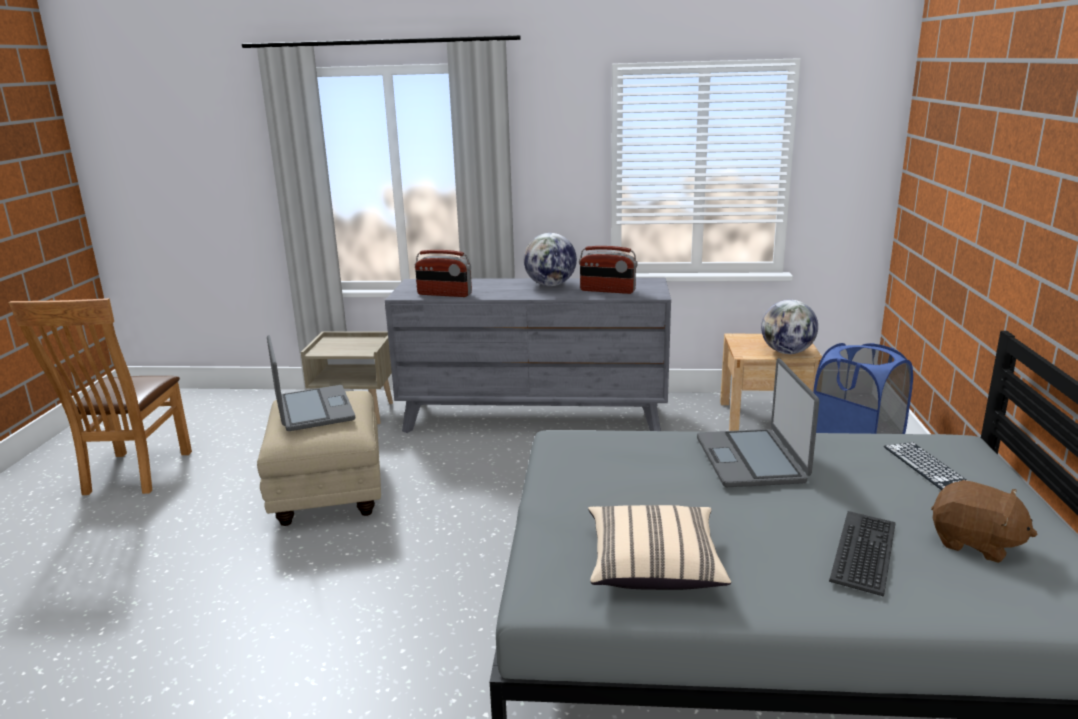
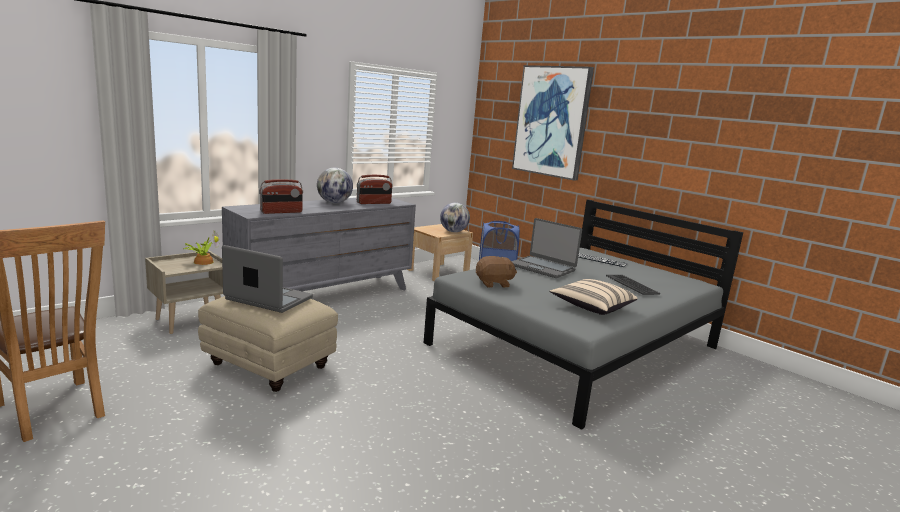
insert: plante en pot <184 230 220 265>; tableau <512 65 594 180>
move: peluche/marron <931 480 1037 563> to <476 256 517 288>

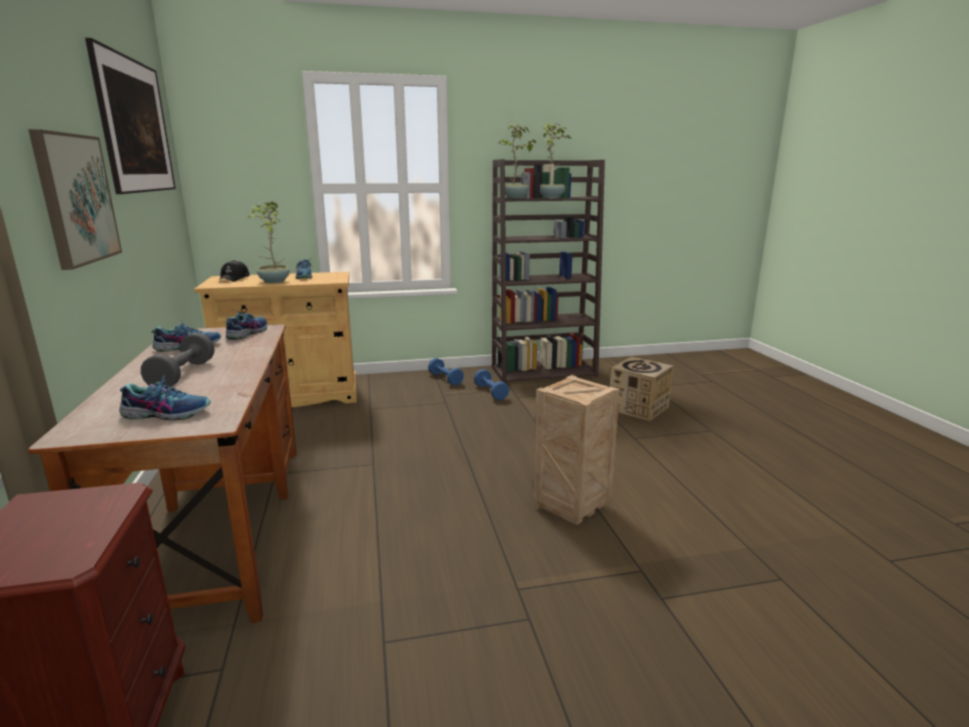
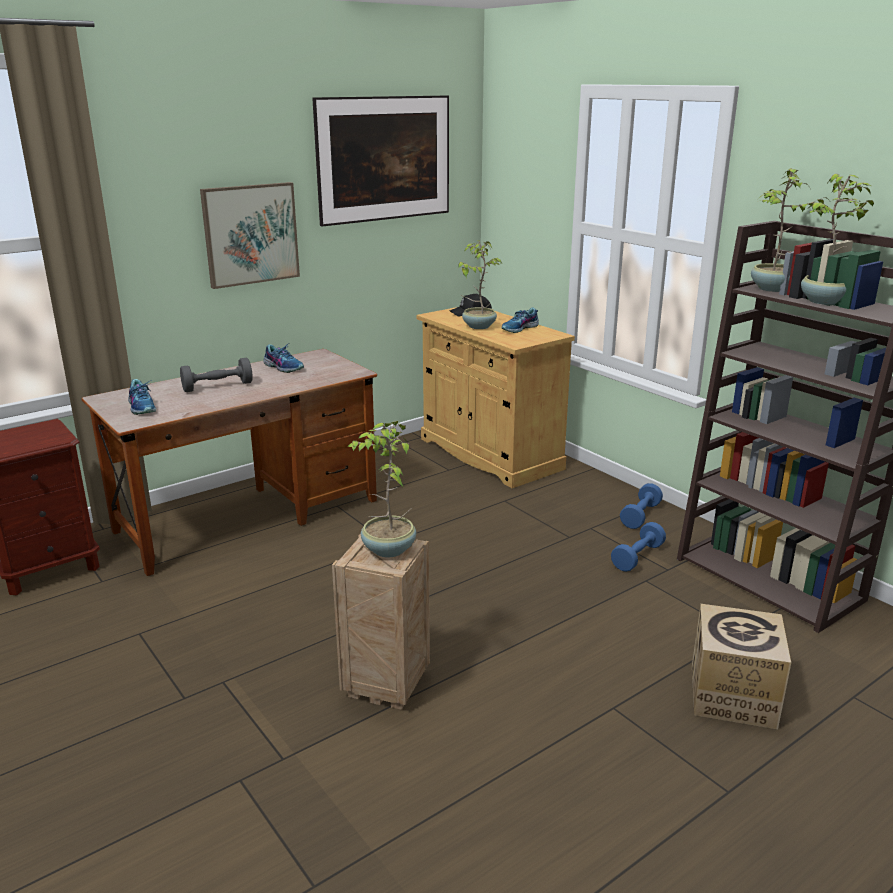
delete: chaussure <225 310 268 340>
insert: plante en pot <347 420 416 557>

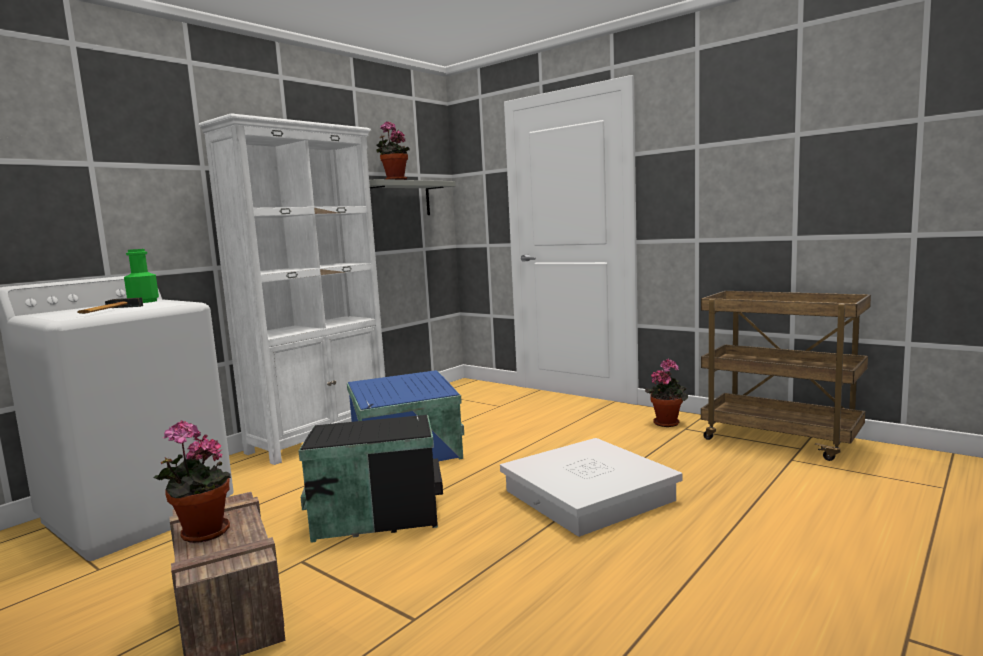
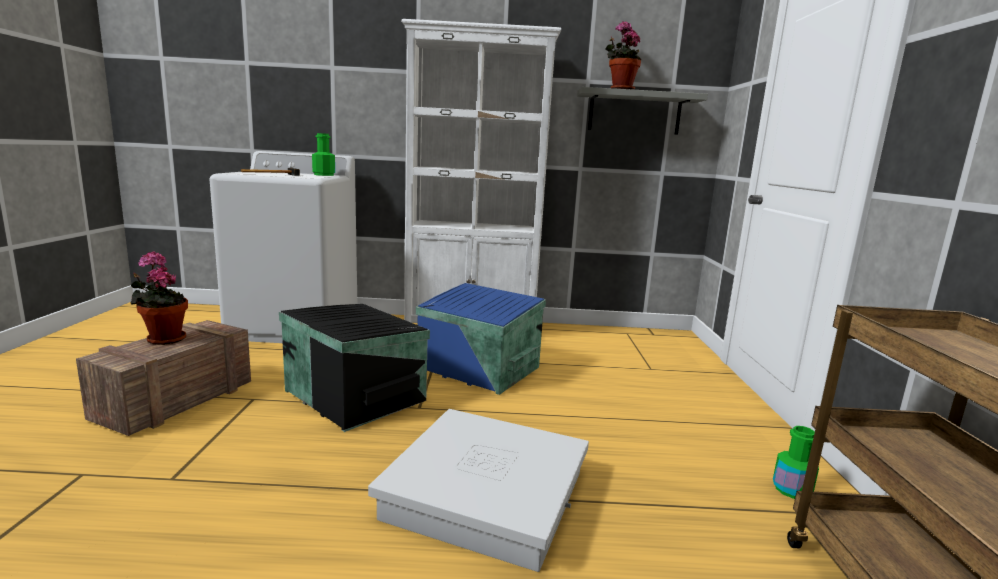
replace: plante en pot <645 359 688 427> to bouteille/vert <773 426 819 499>

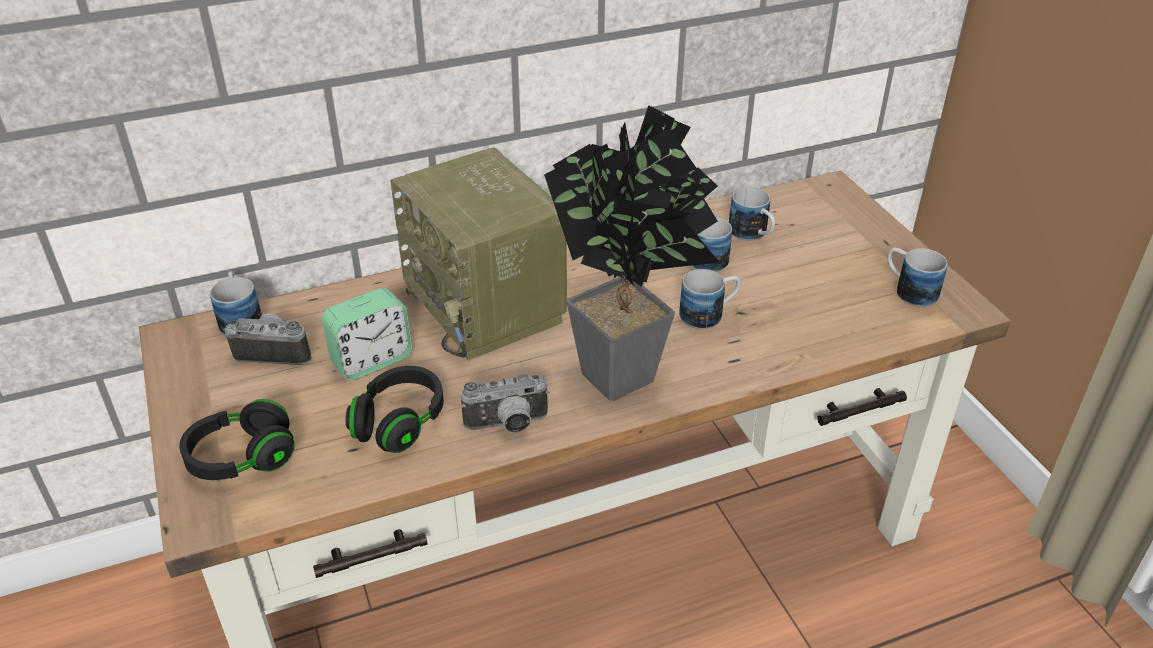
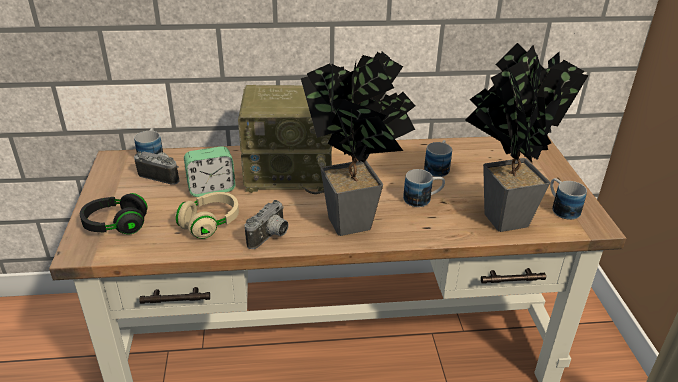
delete: mug <729 187 775 241>
insert: plante en pot <465 43 589 232>
recolor: casque audio/noir <346 366 444 453> to casque audio/beige <175 192 239 239>
rotate: radio <390 147 567 361> = <238 85 332 194> 75 degrees counterclockwise; appareil photo <461 374 549 433> = <245 200 288 249> 60 degrees counterclockwise

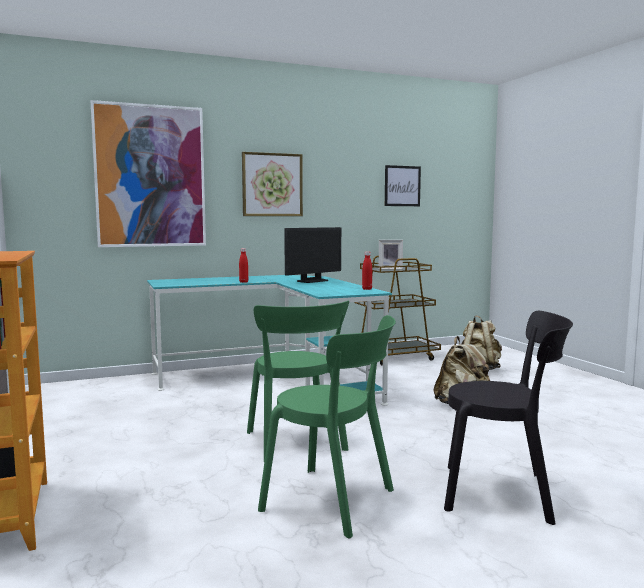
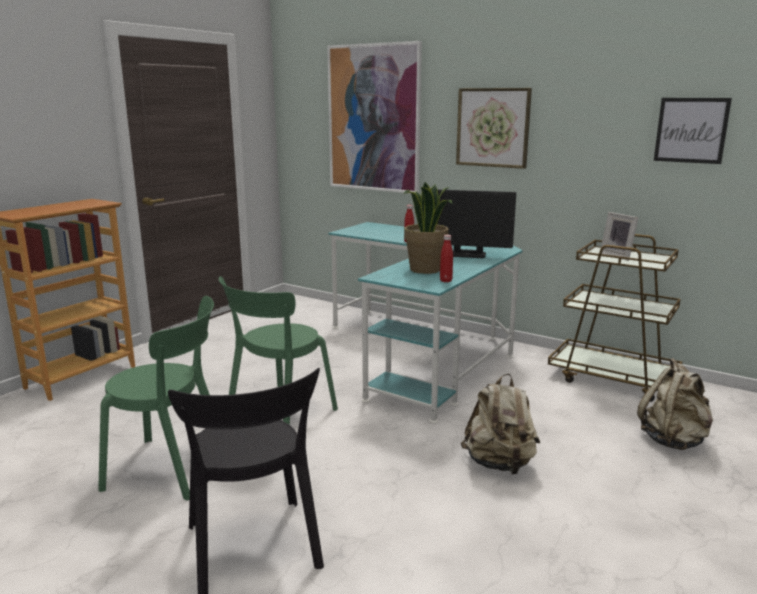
insert: plante en pot <404 182 452 274>
rotate: chaise/vert <258 315 396 538> = <98 296 214 501> 75 degrees counterclockwise

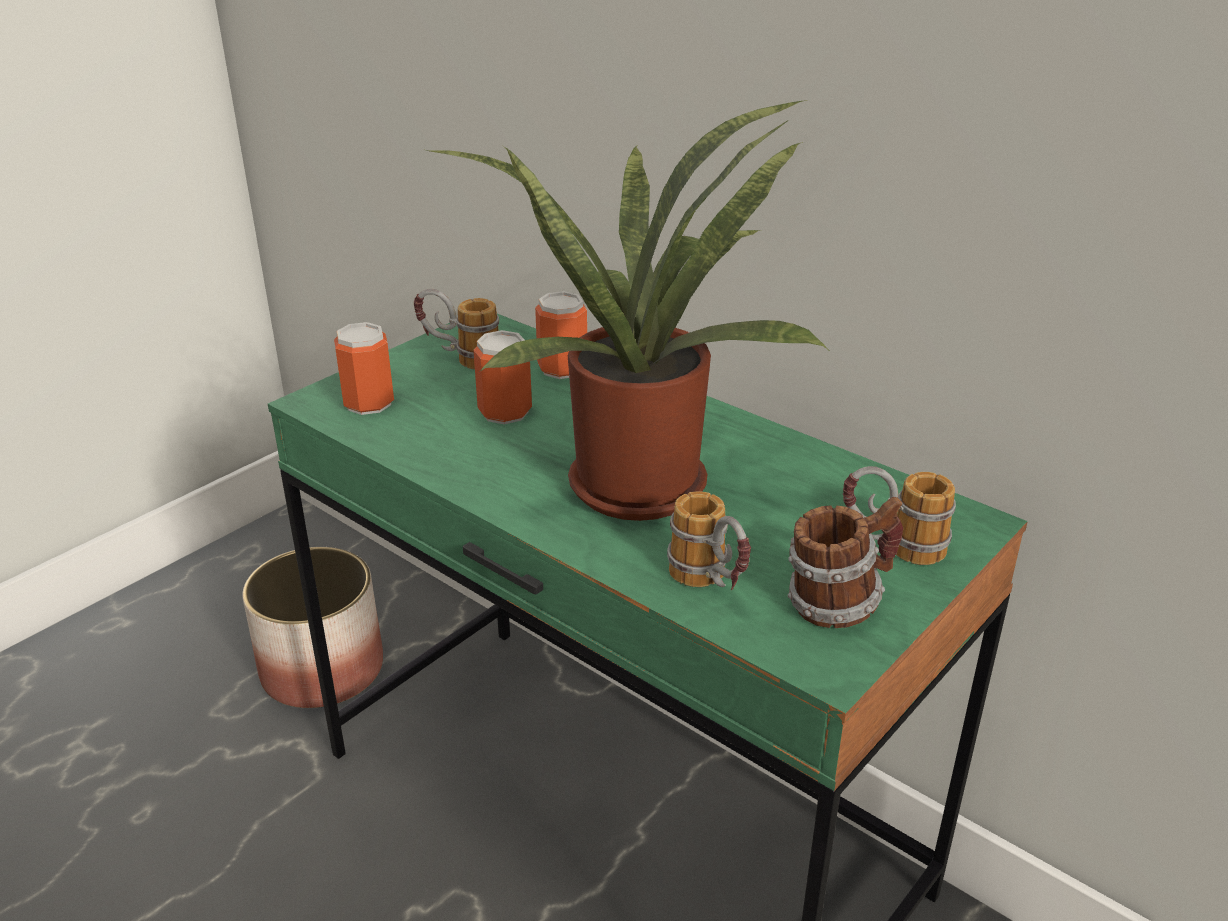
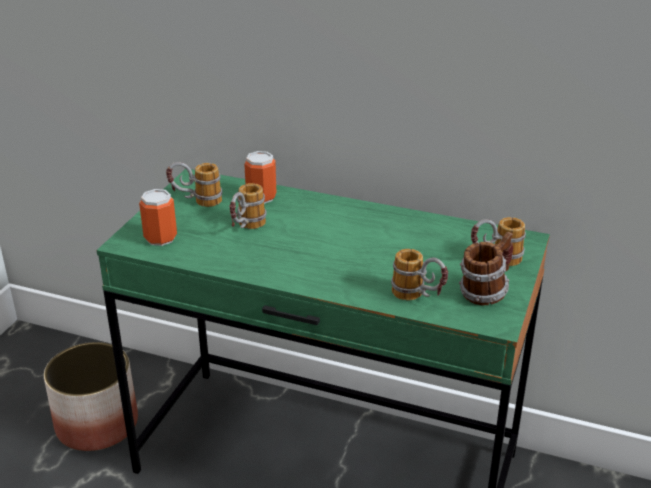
delete: plante en pot <423 100 828 521>
replace: boîte métallique <473 330 532 424> to mug <229 183 266 229>

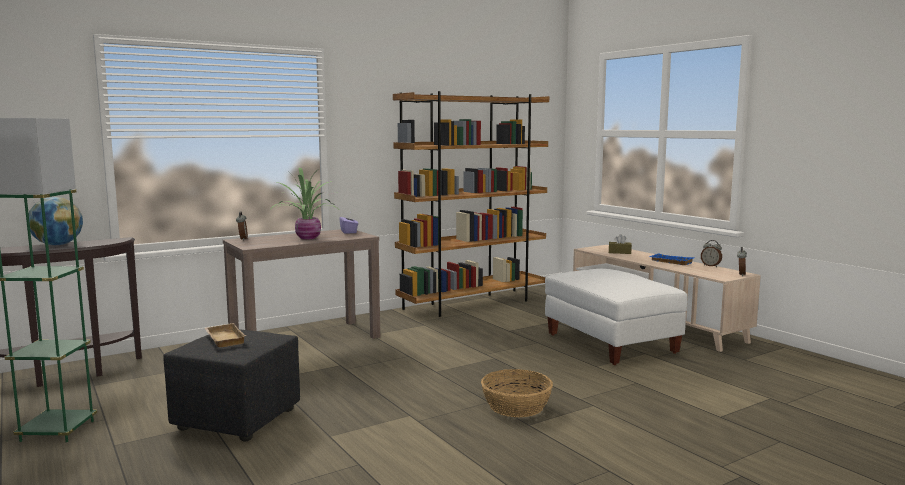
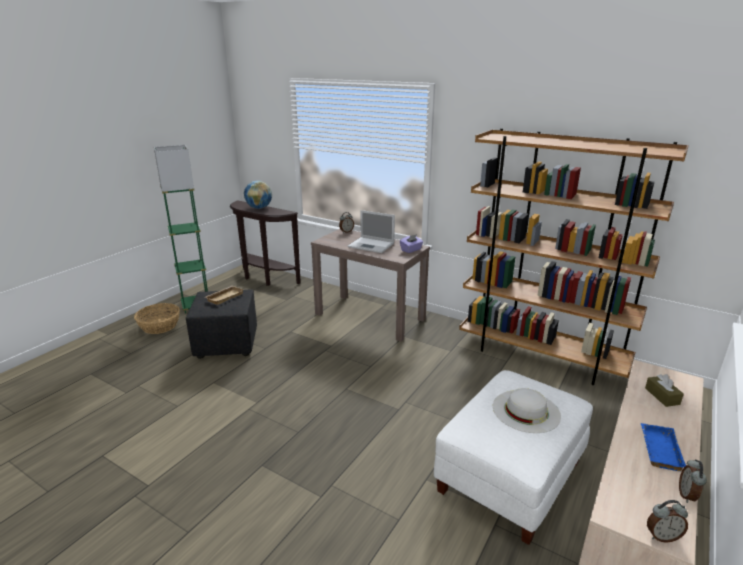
insert: chapeau/blanc <493 388 561 433>
move: panier <481 369 553 417> to <134 303 180 334>
replace: plante en pot <270 168 338 239> to ordinateur portable <348 210 395 253>

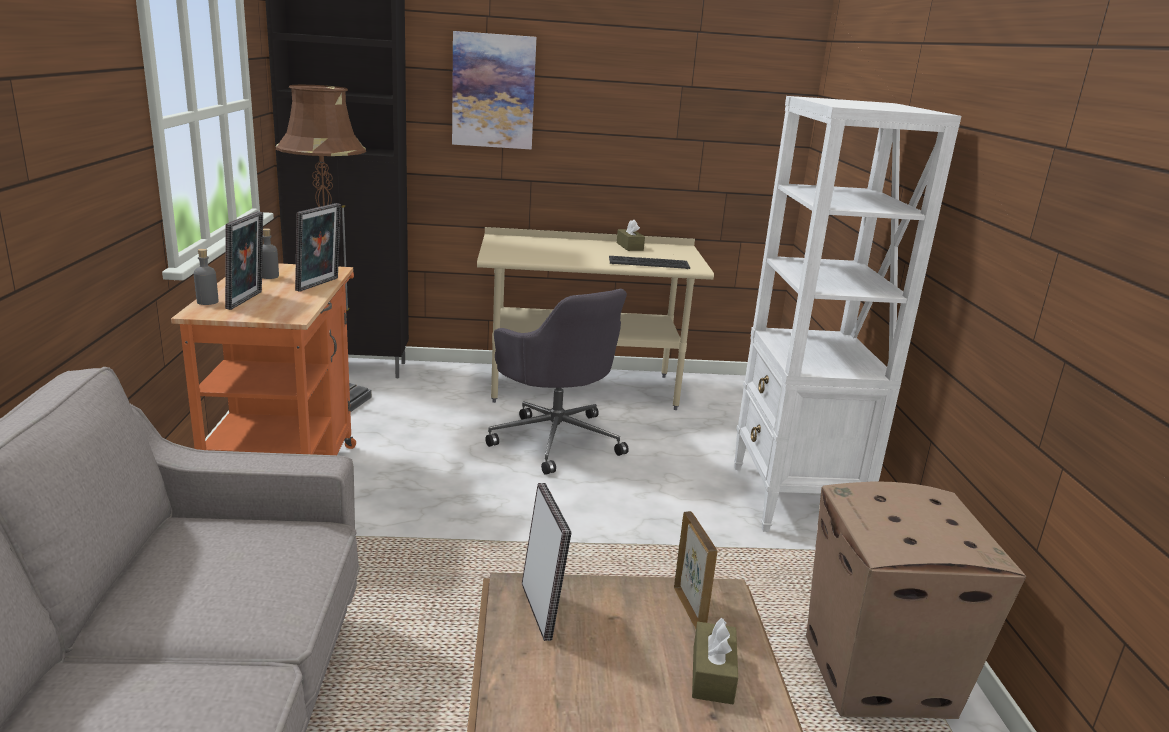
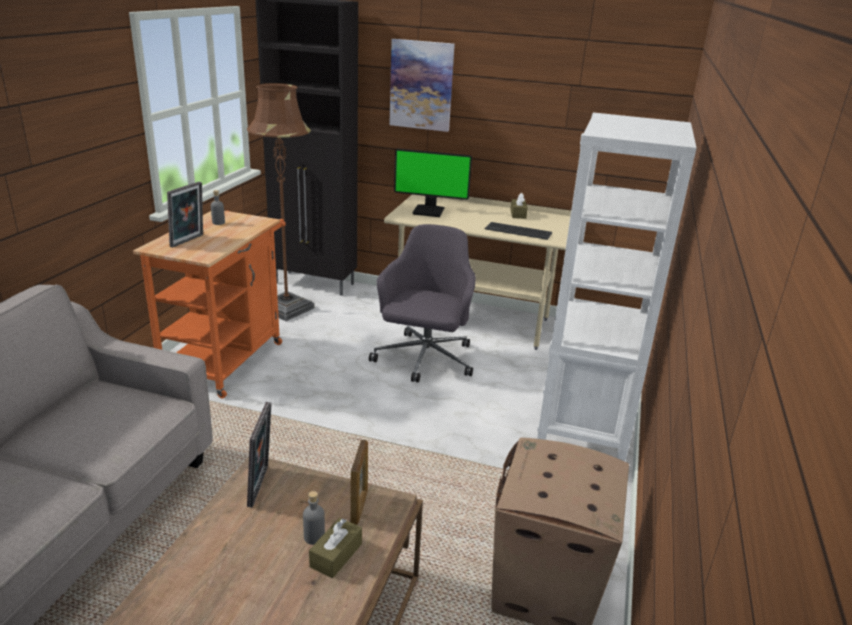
delete: cadre photo <295 203 341 292>
insert: écran d'ordinateur <394 149 472 217>
move: bouteille/gris <194 249 219 305> to <303 491 325 545>
rotate: chaise de bureau/gris <485 289 629 475> = <369 224 476 383> 150 degrees counterclockwise

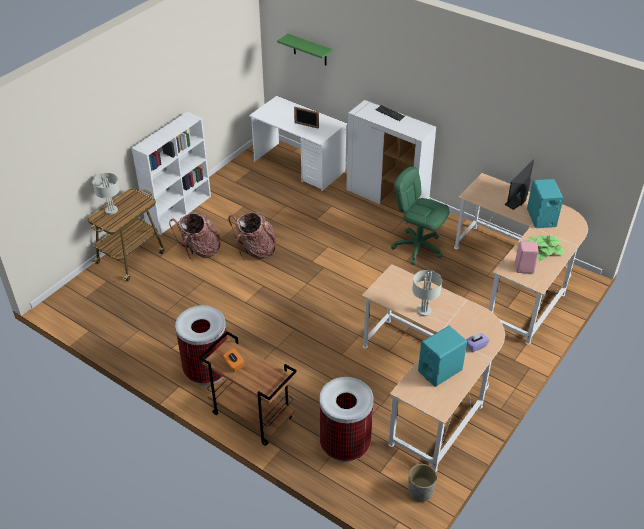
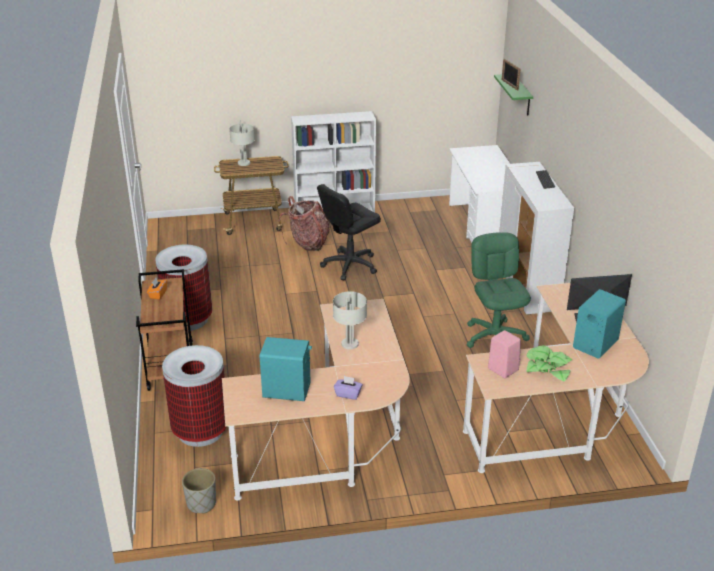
move: cadre photo <294 107 319 129> to <502 59 521 91>
replace: sac à dos <228 212 276 259> to chaise de bureau/noir <317 184 381 280>

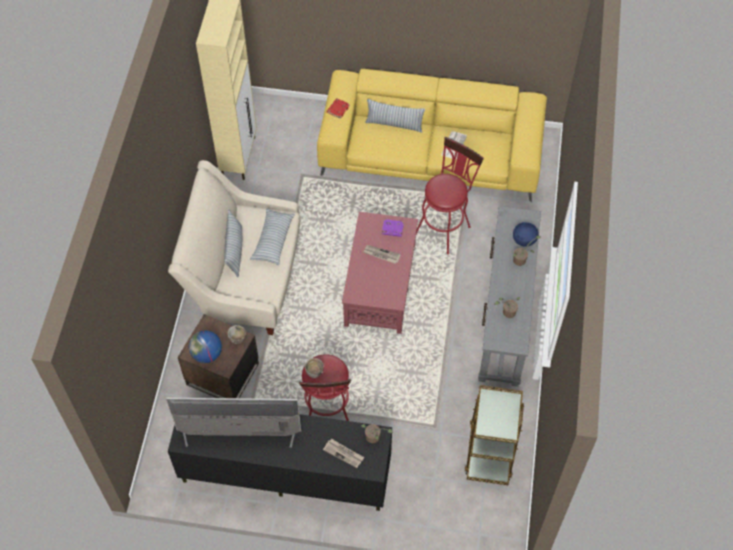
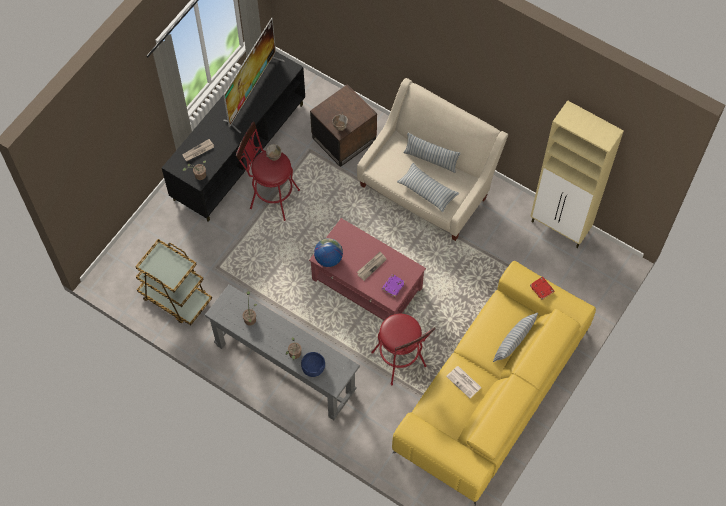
move: globe <189 330 222 363> to <314 238 343 267>

